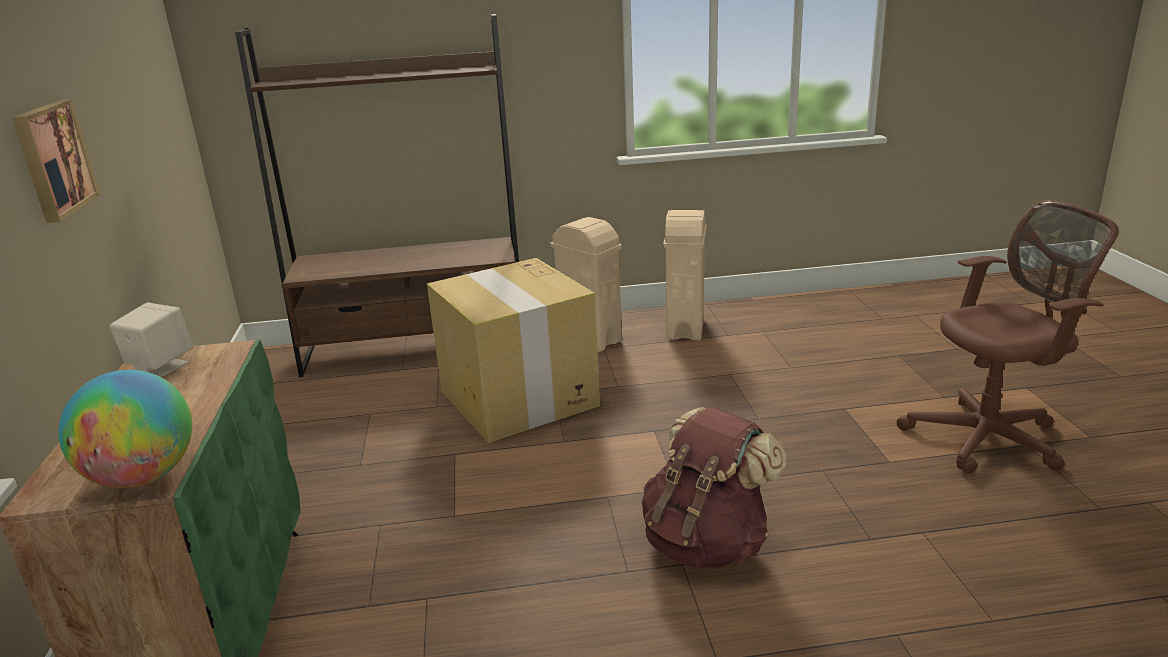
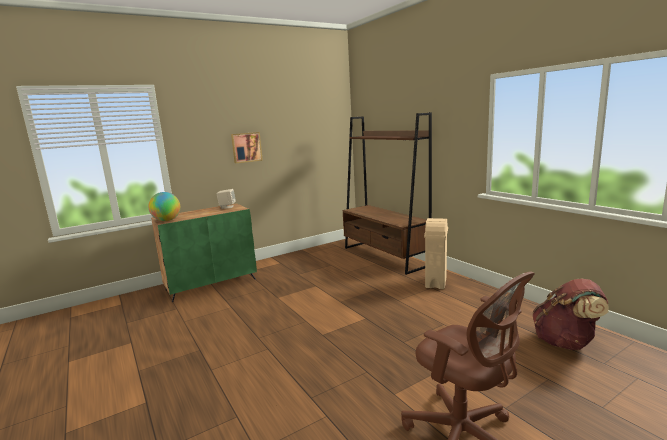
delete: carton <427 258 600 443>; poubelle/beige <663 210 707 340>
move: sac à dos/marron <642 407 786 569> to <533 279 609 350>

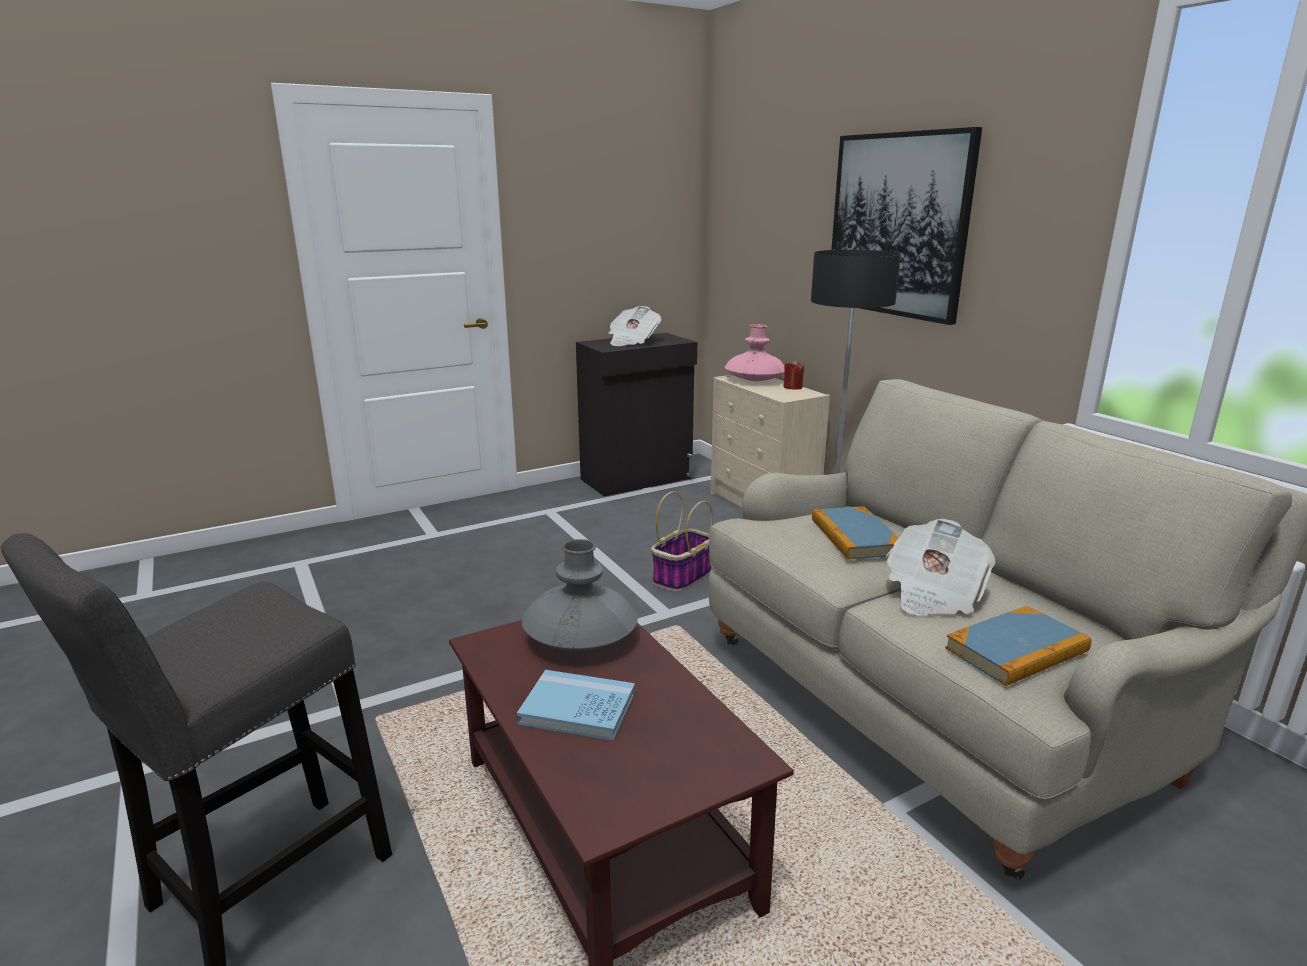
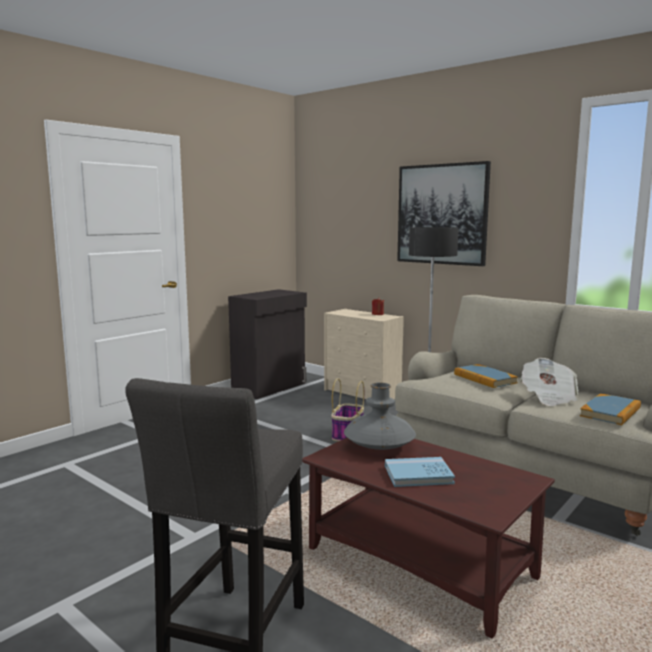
delete: journal <609 306 661 346>; vase/rose <725 324 785 381>

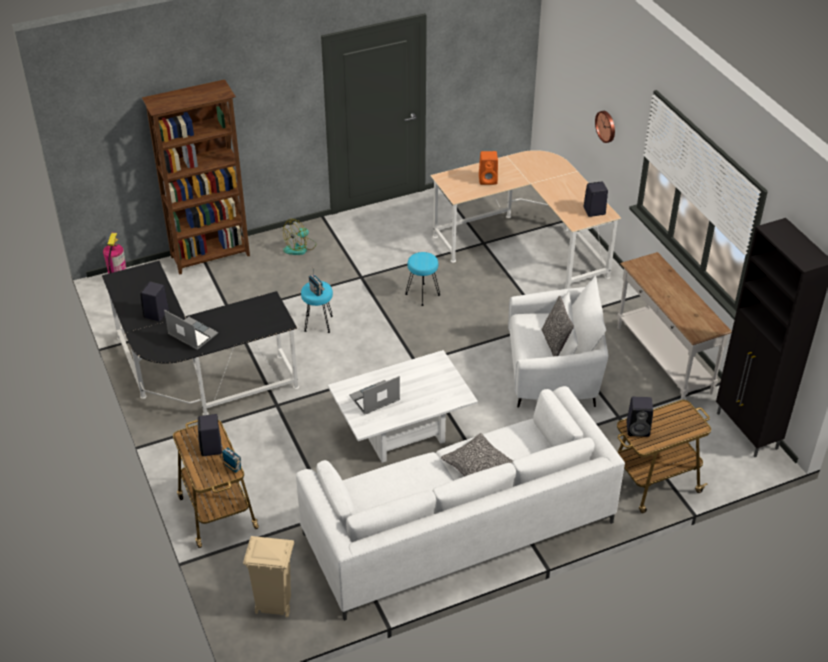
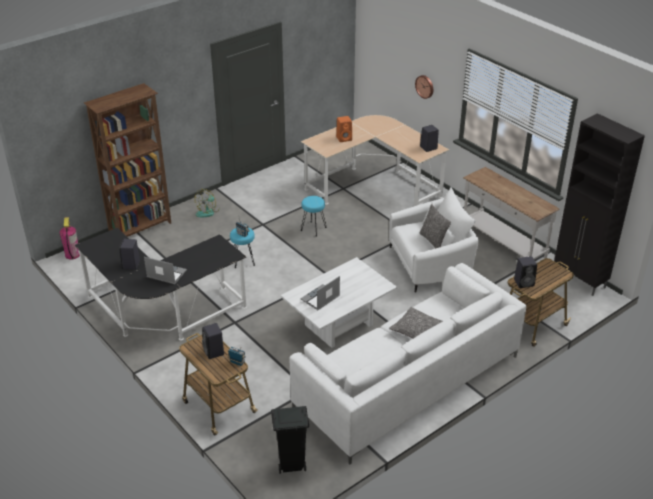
recolor: poubelle/beige <243 536 294 617> to poubelle/noir <271 406 309 474>

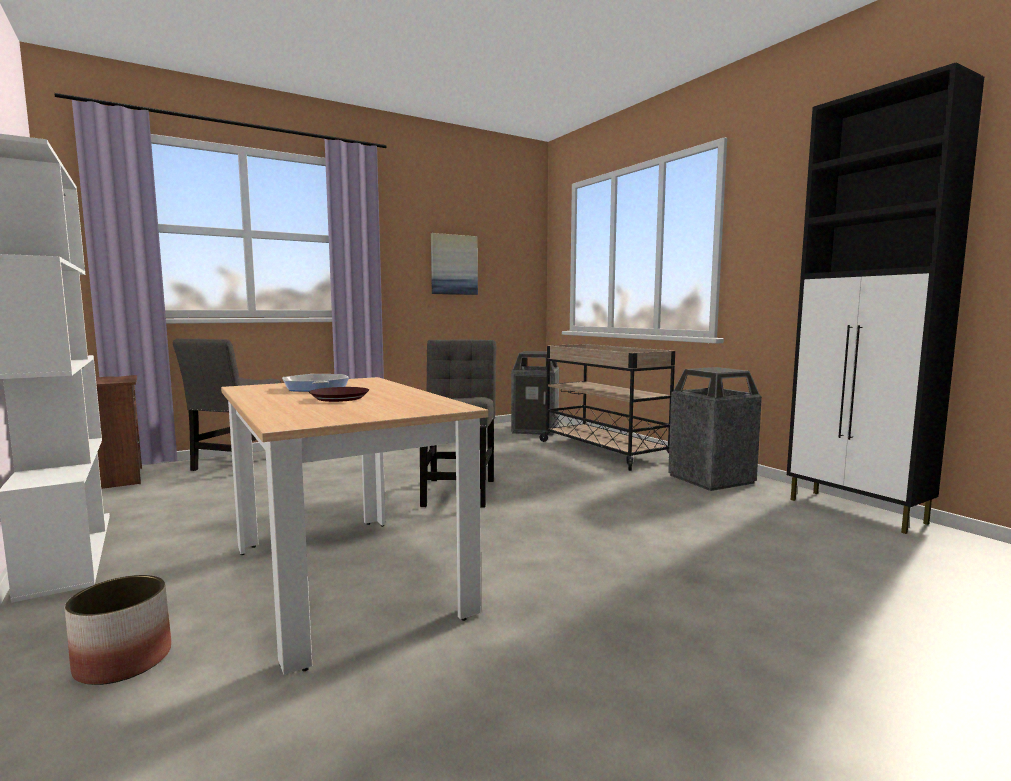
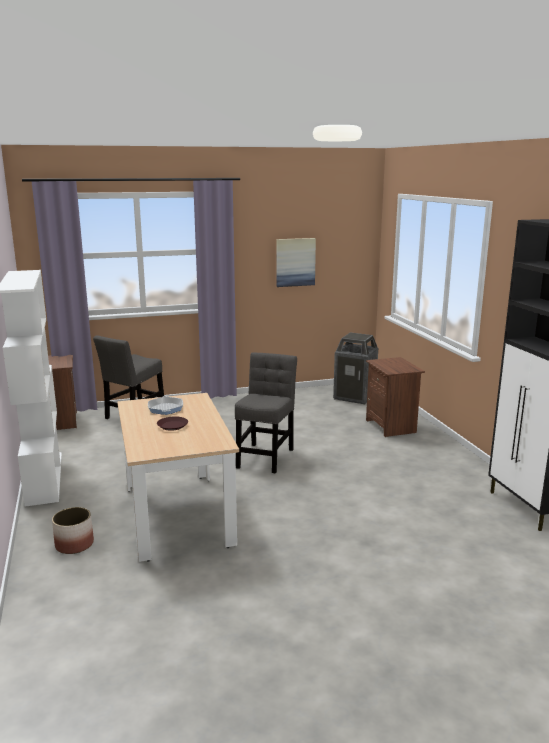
delete: poubelle <668 367 762 491>
replace: chariot/beige <540 344 675 471> to table de chevet/marron <366 357 425 437>

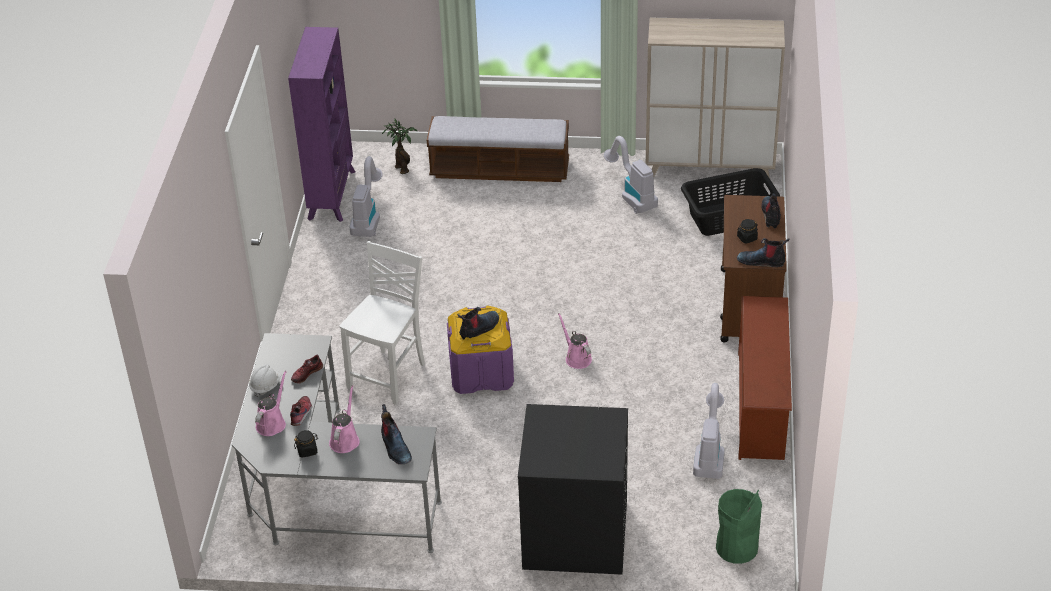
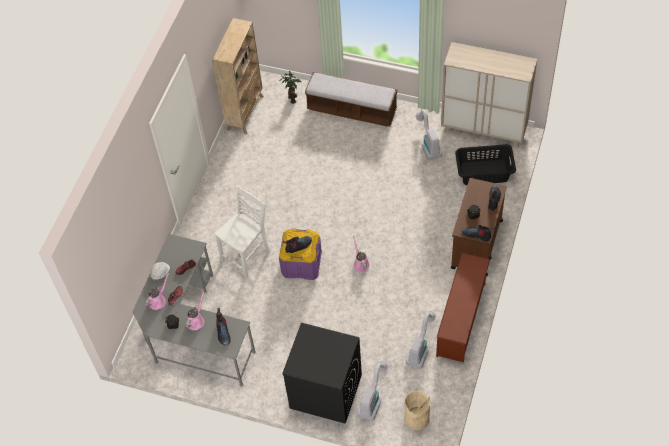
move: aspirateur <350 156 383 237> to <358 361 388 421>
recolor: bibliothèque/violet <288 27 356 222> to bibliothèque/beige <212 18 264 135>; poubelle/vert <716 489 762 564> to poubelle/beige <405 391 430 430>

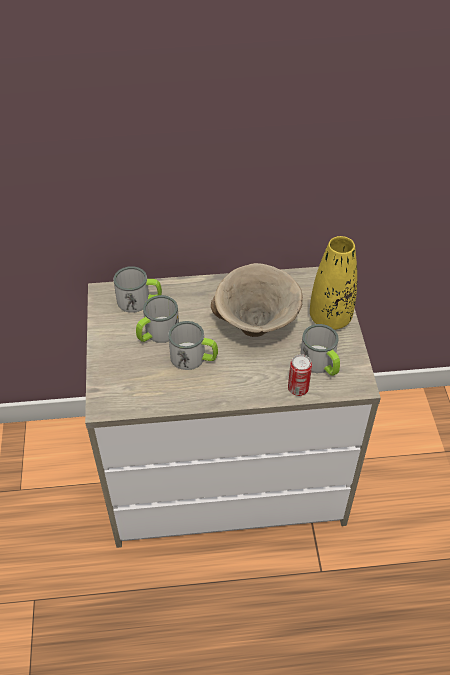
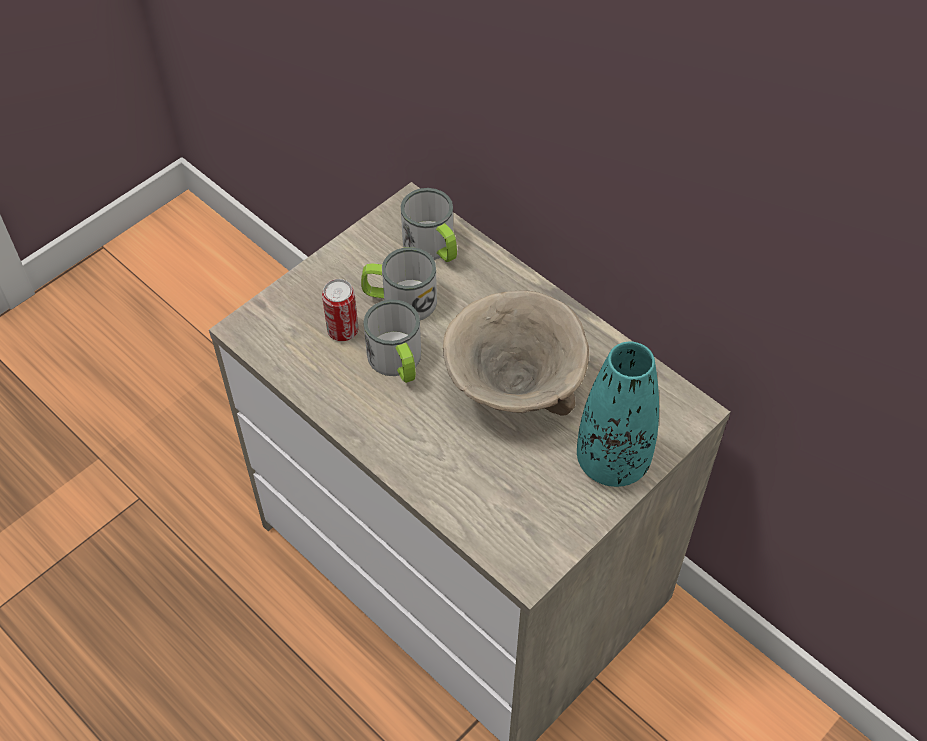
delete: mug <300 324 340 376>
move: boîte métallique <288 354 312 396> to <322 279 359 341>
recolor: vase/jaune <310 236 357 330> to vase/turquoise <577 342 659 487>

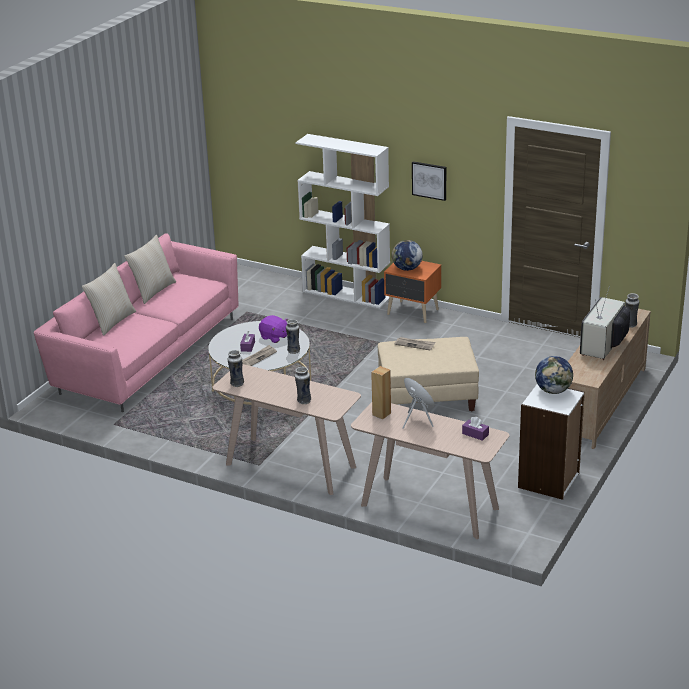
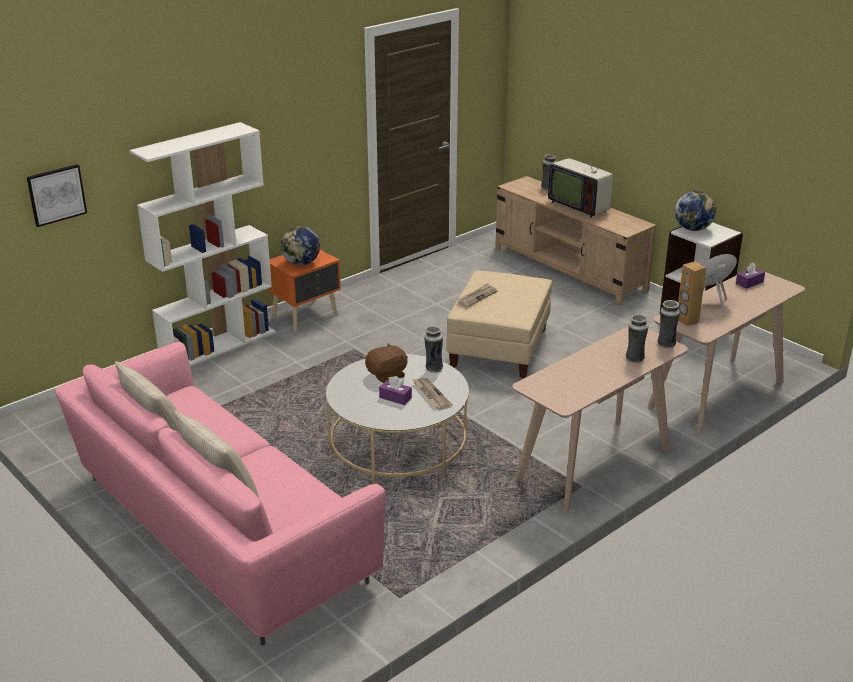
move: tableau <412 161 446 201> to <26 164 87 227>; vase <228 350 244 387> to <657 300 680 348>
recolor: peluche/violet <259 315 288 343> to peluche/marron <365 343 408 383>

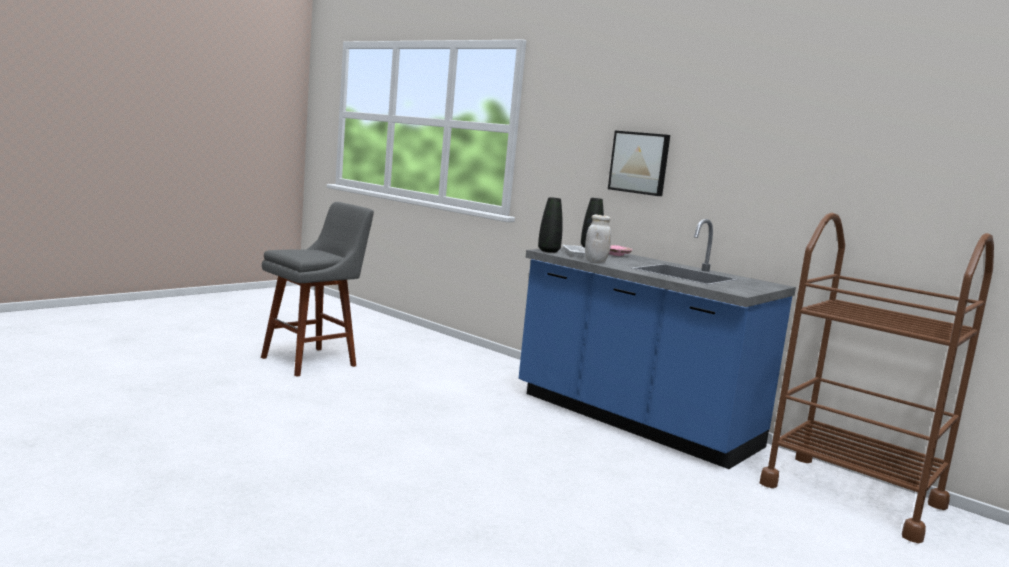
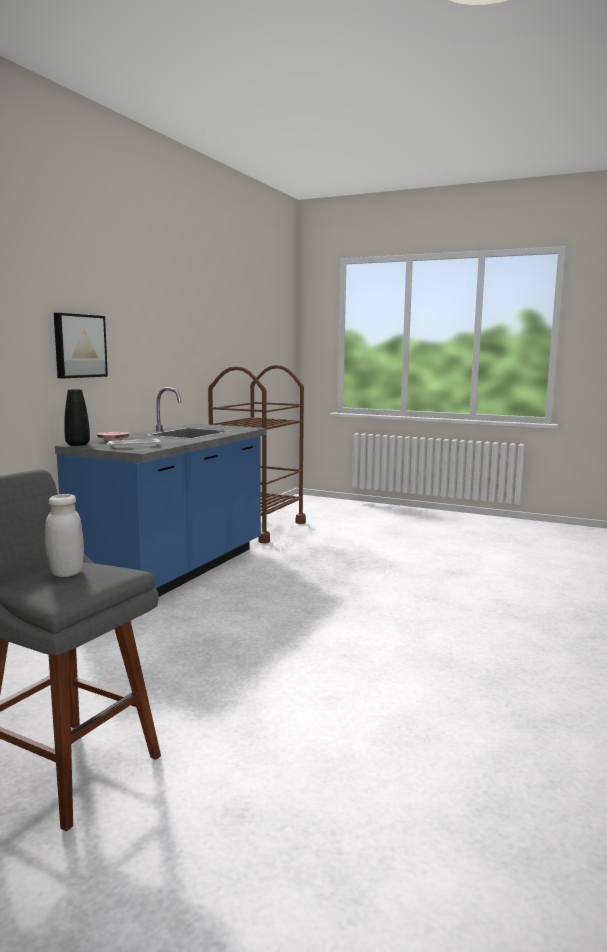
delete: vase/noir <538 197 563 253>
move: bocal/blanc <585 215 611 263> to <45 494 84 577>

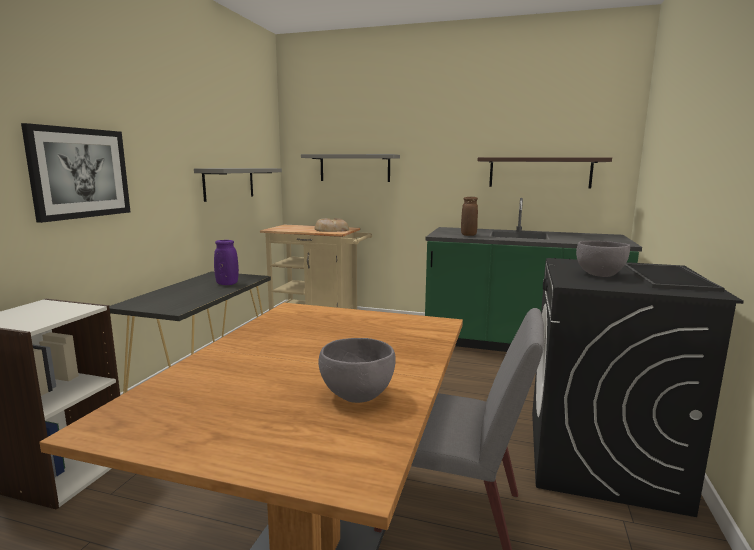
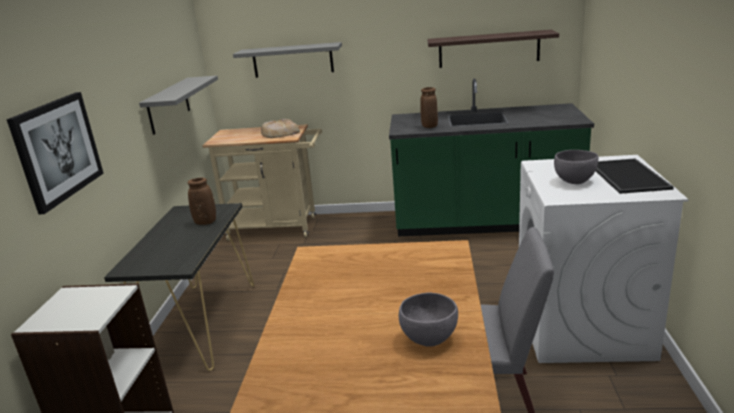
recolor: vase/violet <214 240 239 285> to vase/marron <188 178 216 225>; lave-linge/noir <532 258 744 517> to lave-linge/blanc <519 155 689 363>

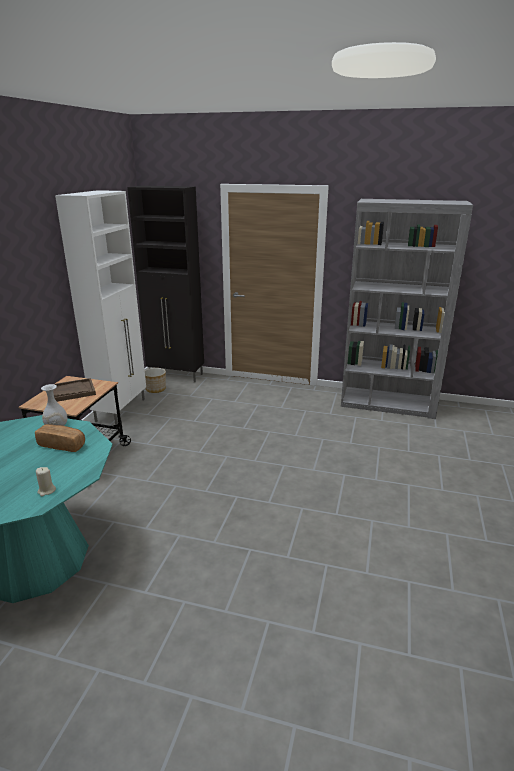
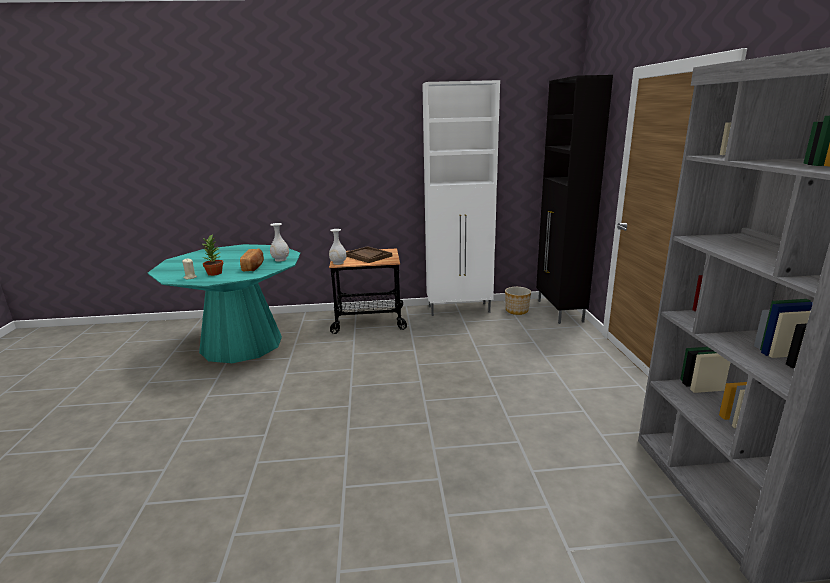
insert: plante en pot <201 235 223 276>; vase/blanc <329 229 347 265>

